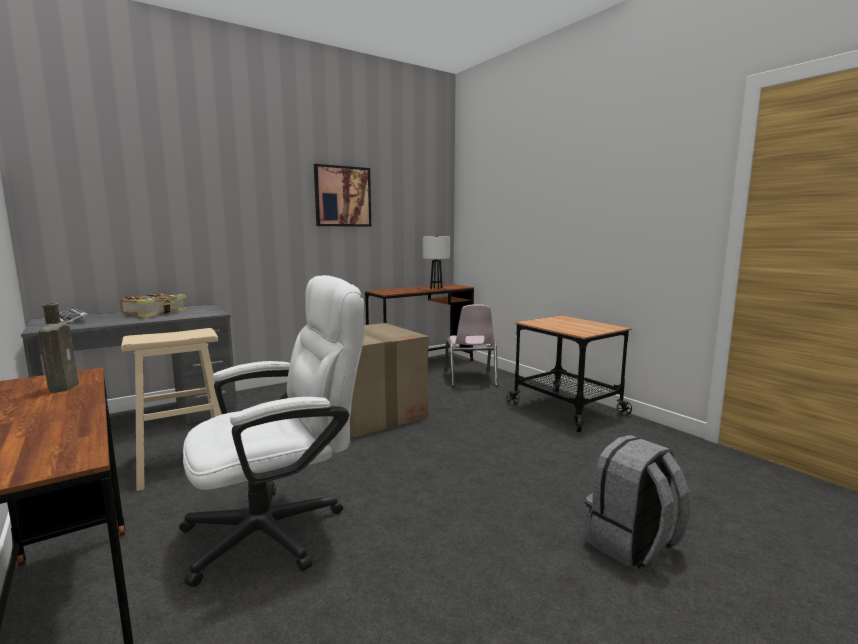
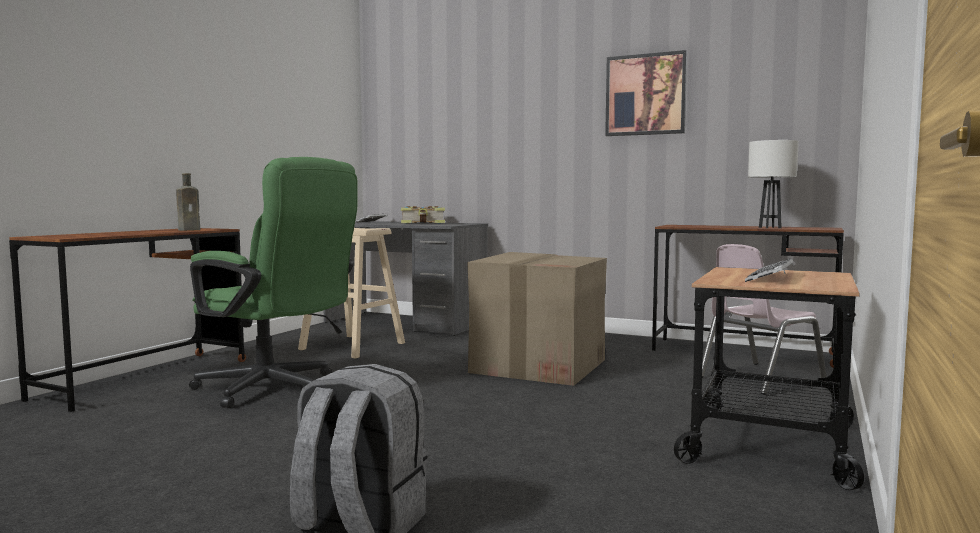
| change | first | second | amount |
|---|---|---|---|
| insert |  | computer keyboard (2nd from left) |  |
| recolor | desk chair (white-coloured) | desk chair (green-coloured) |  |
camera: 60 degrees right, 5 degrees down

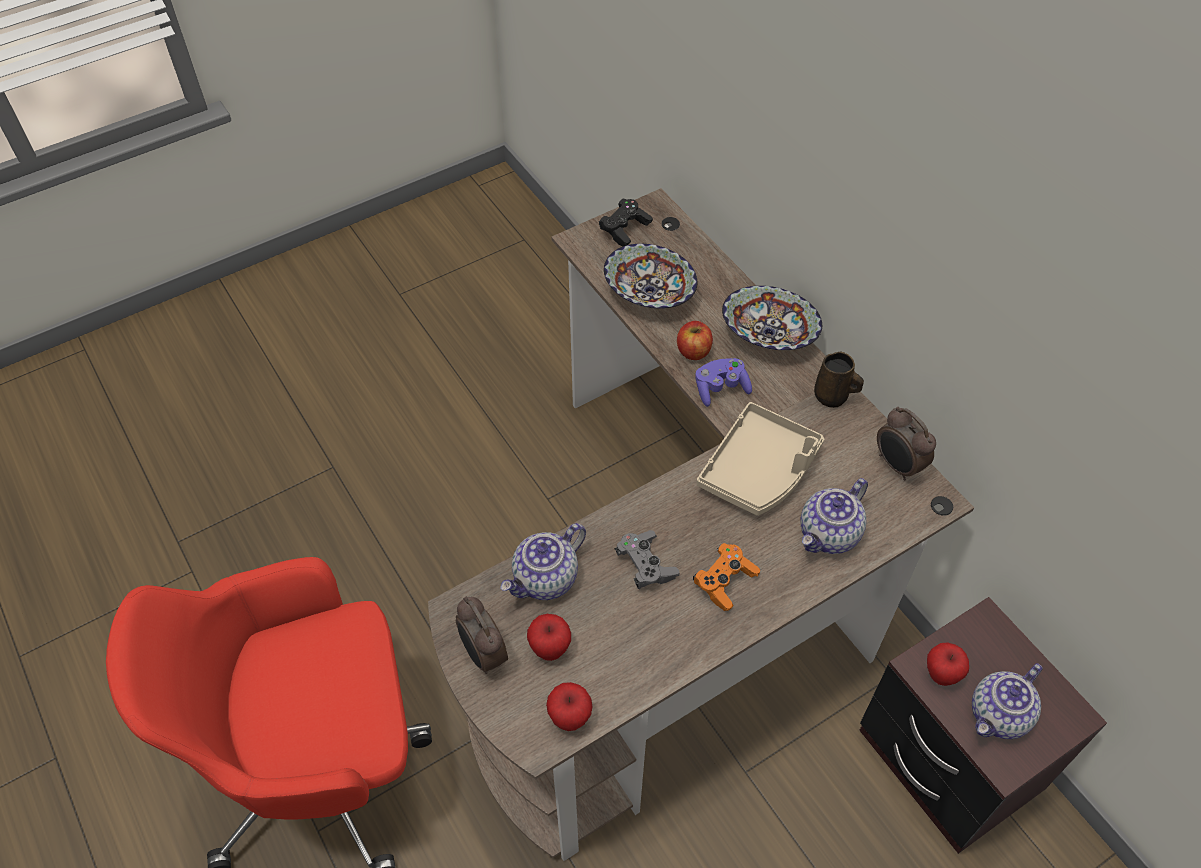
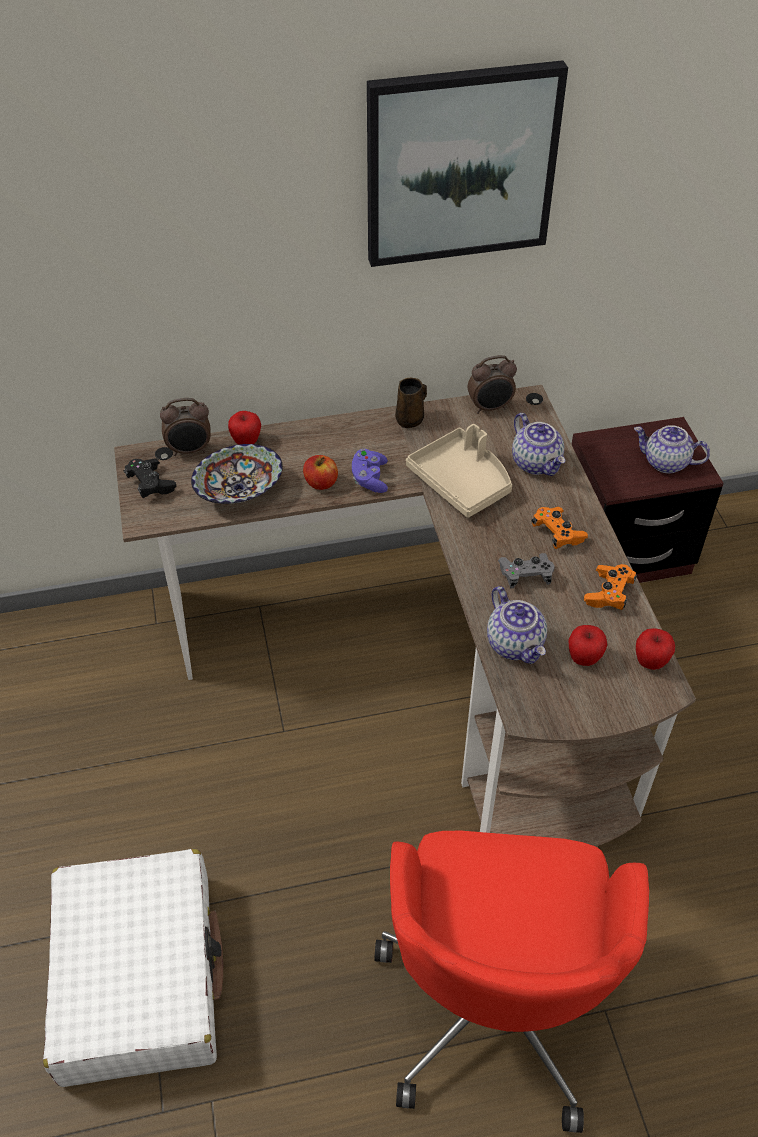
| change | first | second | amount |
|---|---|---|---|
| delete | deep dish (2nd from left) |  |  |
| insert |  | suitcase (white-coloured) |  |
| insert |  | wall picture |  |
| insert |  | joypad (orange-coloured) (2nd from left) |  |
| move | alarm clock (1st from left) |  |  |
| move | apple (4th from left in the first image) | apple (1st from left) |  |
| rotate | tea pot (3rd from left) |  | 135 degrees clockwise |
camera: 70 degrees left, 5 degrees down

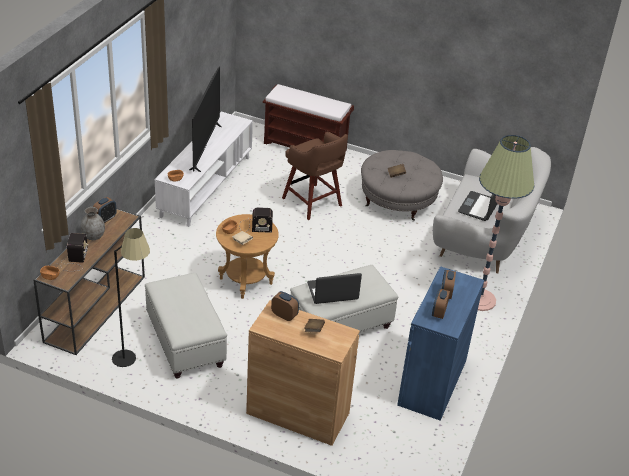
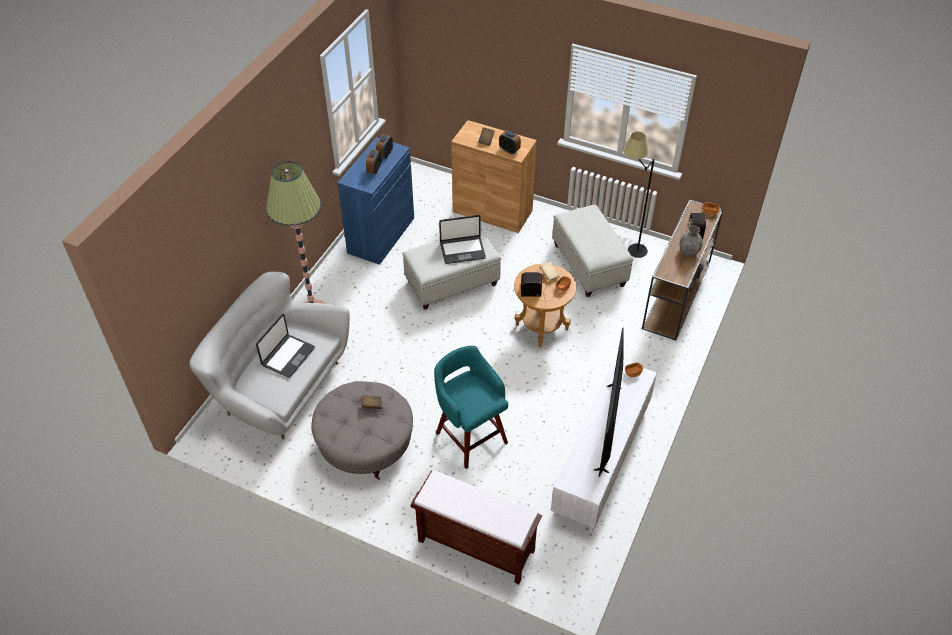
| change | first | second | amount |
|---|---|---|---|
| delete | alarm clock (1st from left) |  |  |
| recolor | stool (brown) | stool (turquoise) |  |
camera: 175 degrees left, 10 degrees up

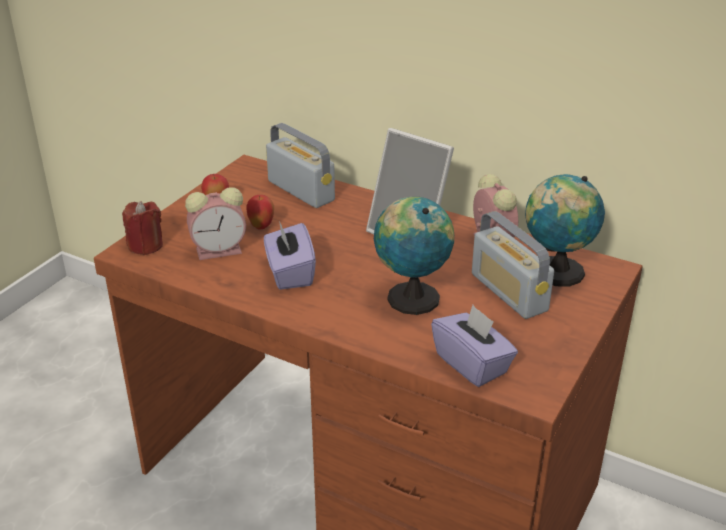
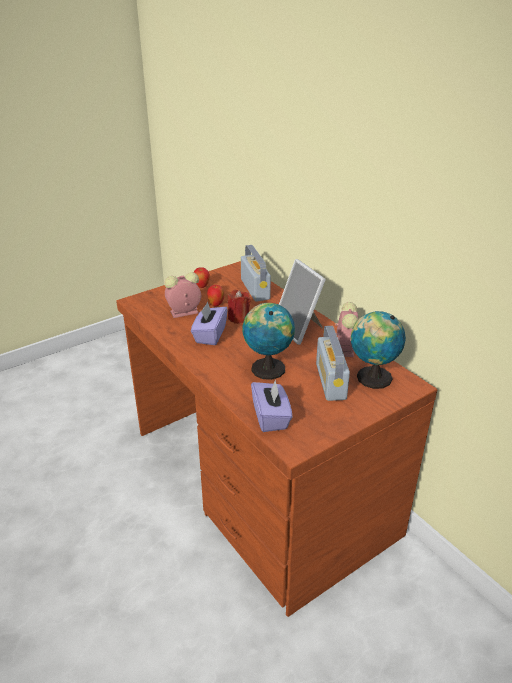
| change | first | second | amount |
|---|---|---|---|
| move | candle (reddish) |  |  |
| rotate | alarm clock (1st from left) |  | 150 degrees clockwise |
camera: 25 degrees right, 0 degrees up

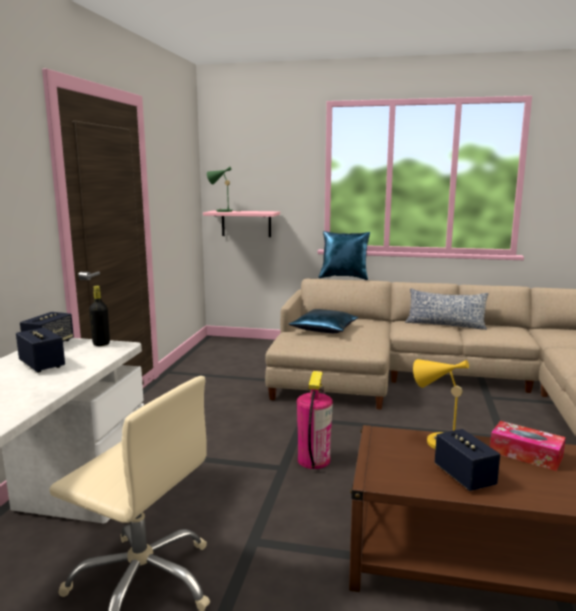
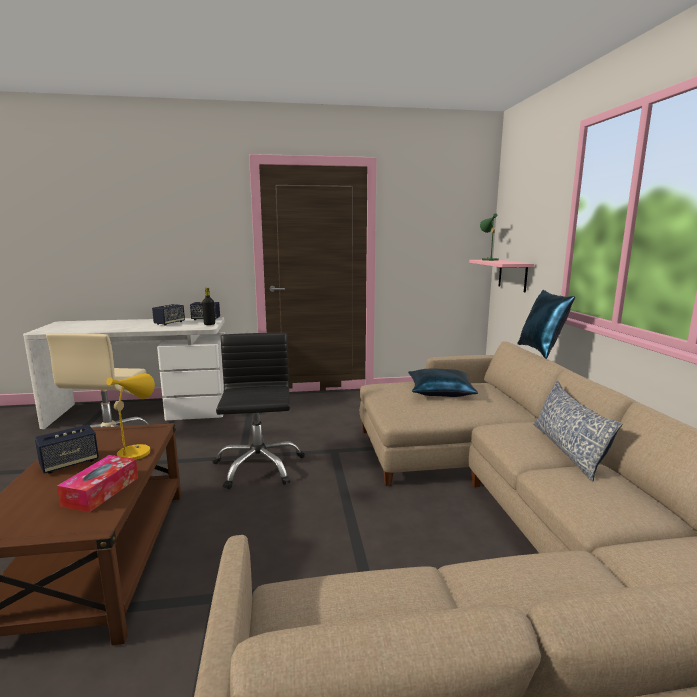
| change | first | second | amount |
|---|---|---|---|
| replace | extinguisher | desk chair (black-coloured) |  |
camera: 70 degrees right, 0 degrees up

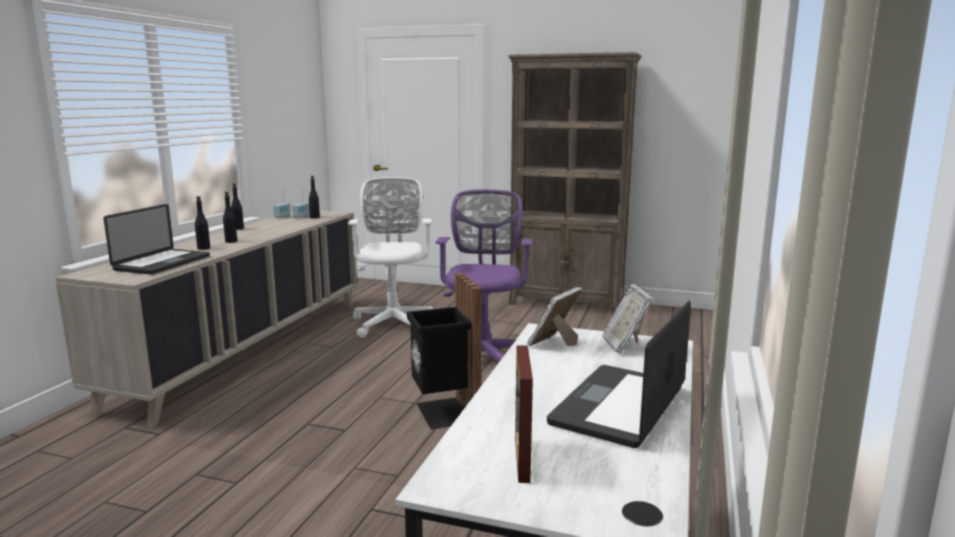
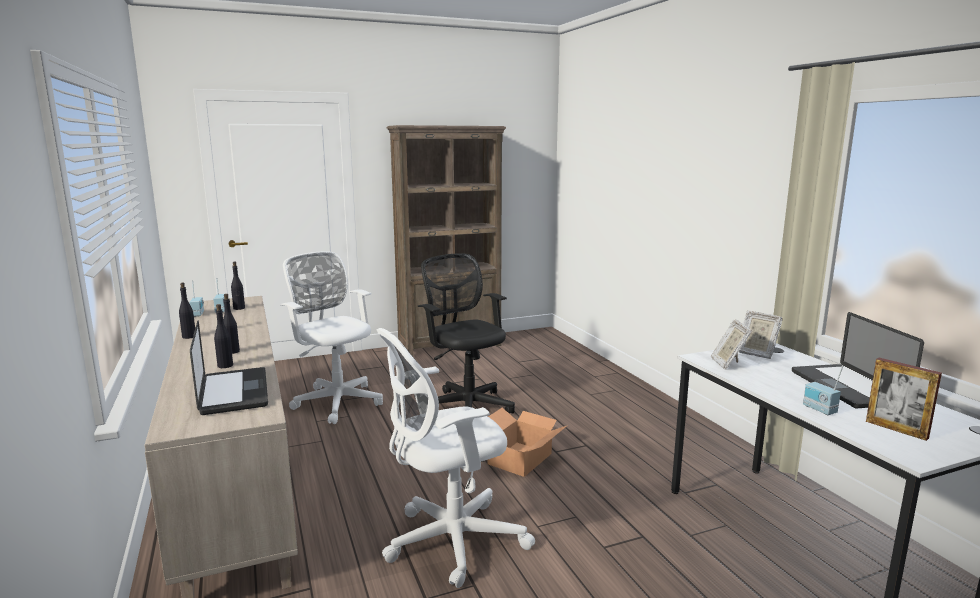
| change | first | second | amount |
|---|---|---|---|
| insert |  | desk chair (white-coloured) (2nd from left) |  |
| insert |  | radio (3rd from left) |  |
| replace | waste bin (black-coloured) | carton |  |
| recolor | desk chair (purplish) | desk chair (black-coloured) |  |
camera: 40 degrees left, 0 degrees up

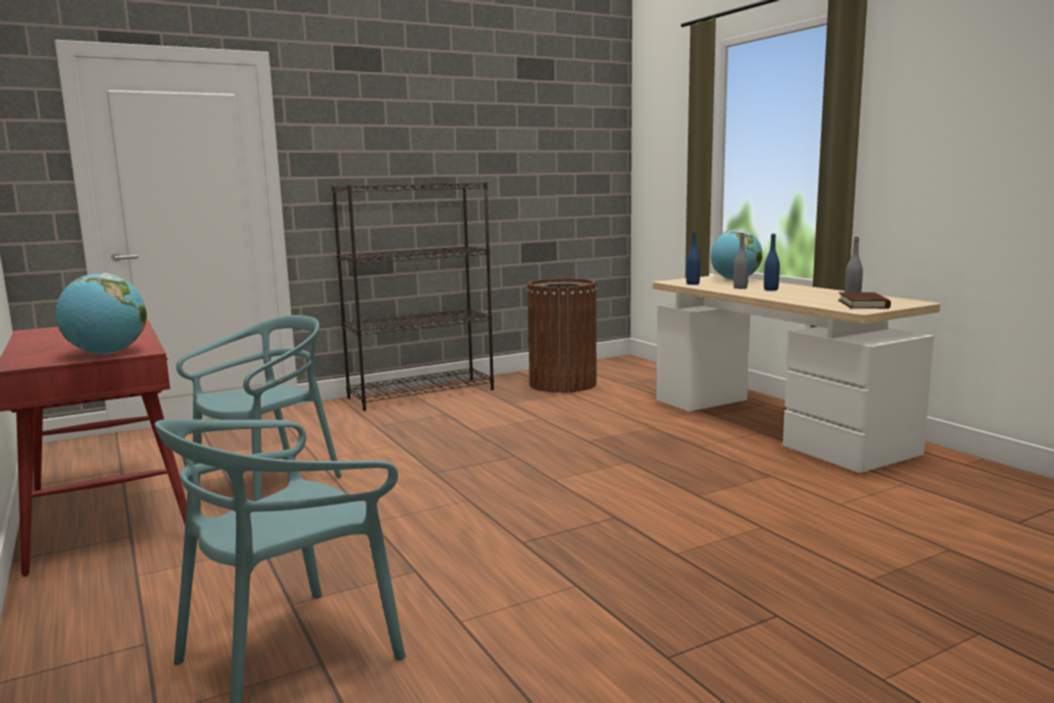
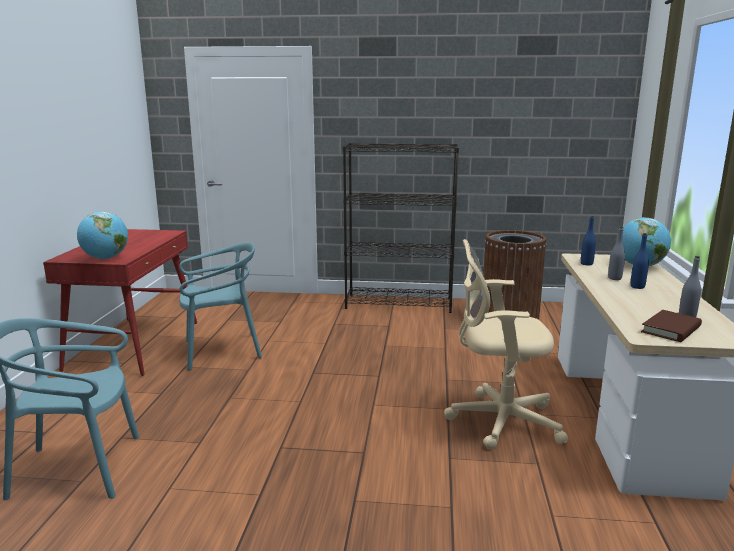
| change | first | second | amount |
|---|---|---|---|
| insert |  | desk chair (beige-coloured) |  |
camera: 35 degrees right, 5 degrees up

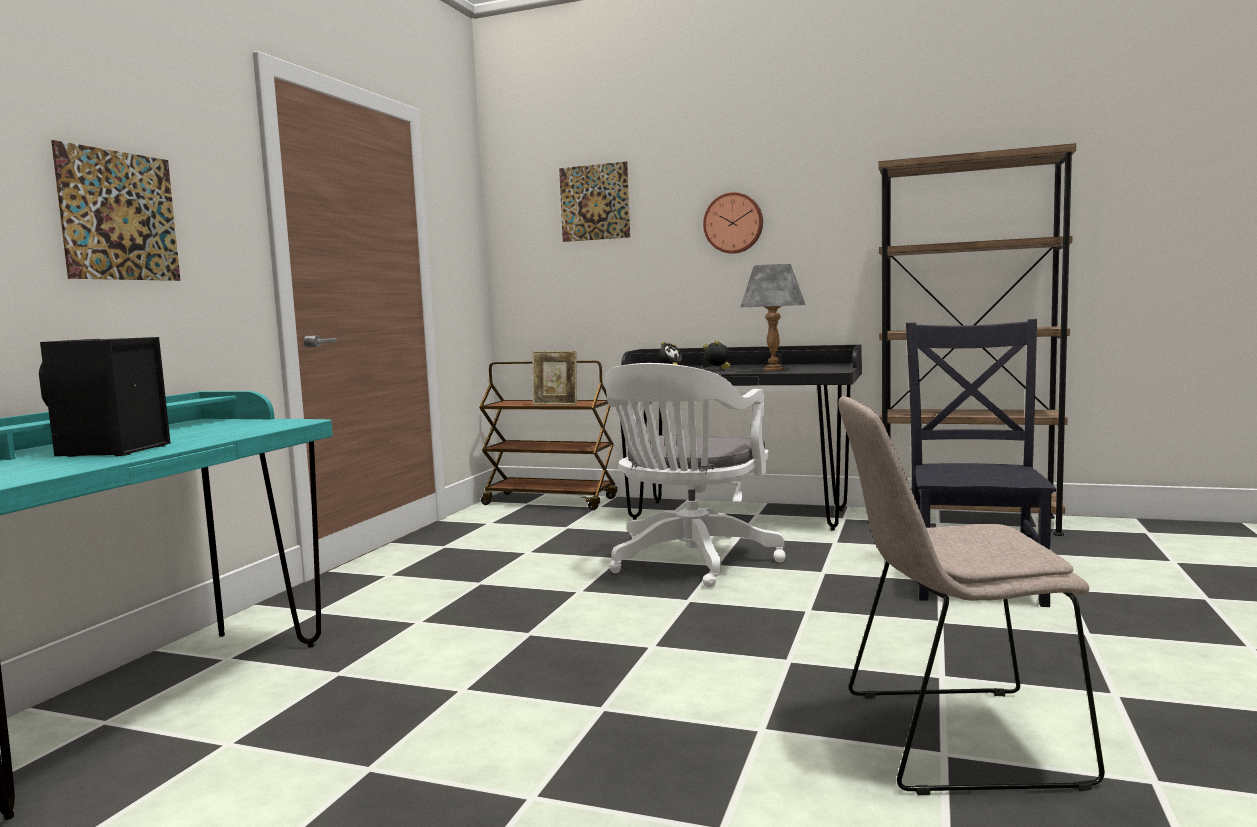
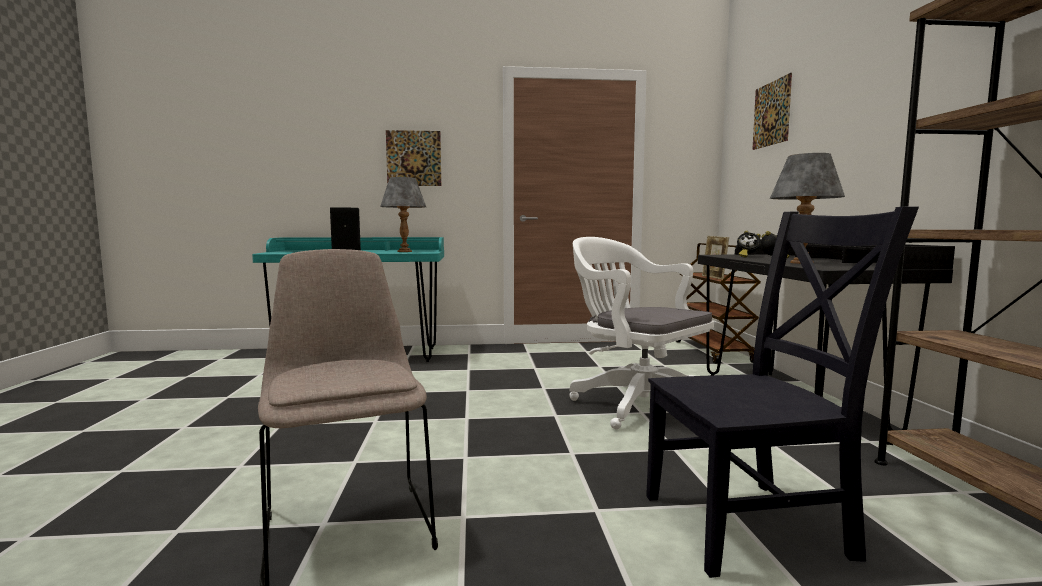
| change | first | second | amount |
|---|---|---|---|
| delete | wall clock |  |  |
| insert |  | table lamp (grey) (1st from left) |  |
| rotate | desk chair (white-coloured) |  | 45 degrees clockwise |
camera: 65 degrees right, 0 degrees up

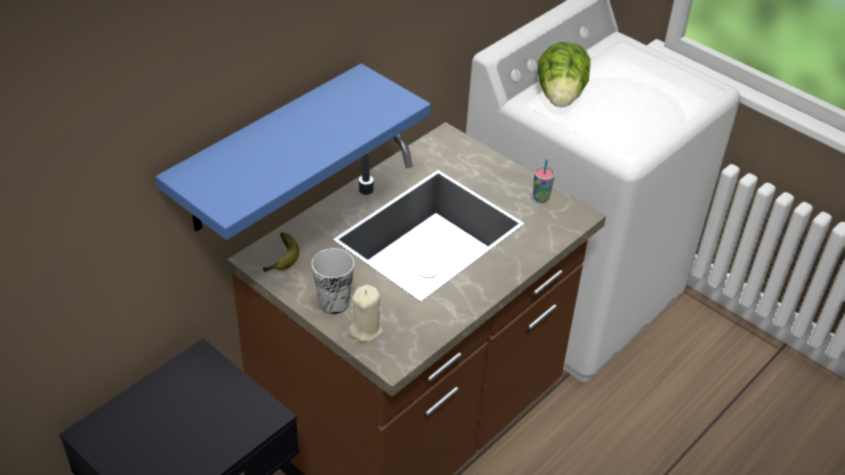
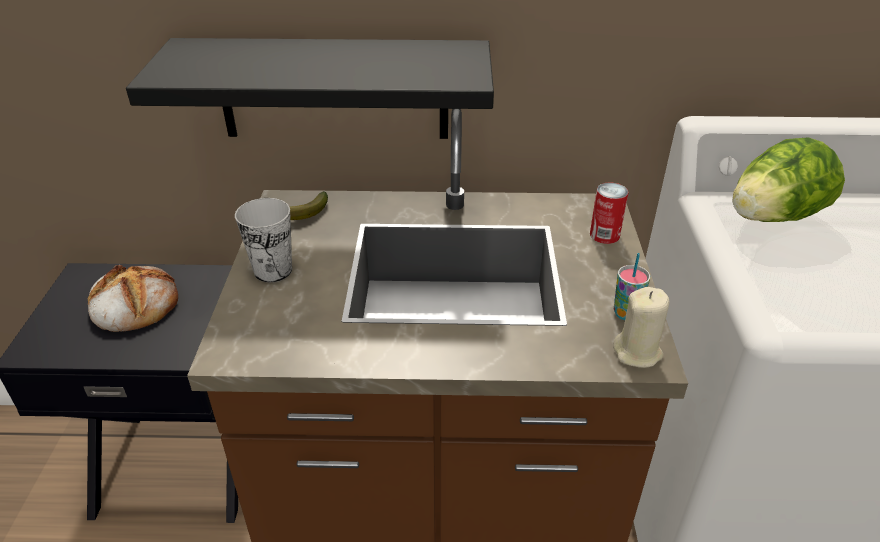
| change | first | second | amount |
|---|---|---|---|
| insert |  | baked bread |  |
| insert |  | metal can |  |
| move | candle (beige-coloured) |  |  |
| recolor | wall shelf (blue-coloured) | wall shelf (black-coloured) |  |
camera: 50 degrees right, 5 degrees down

